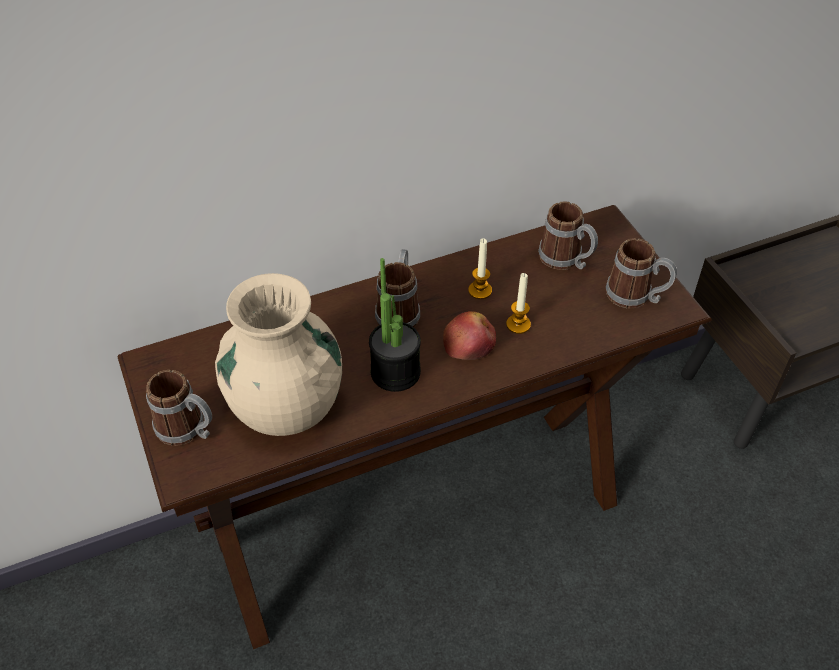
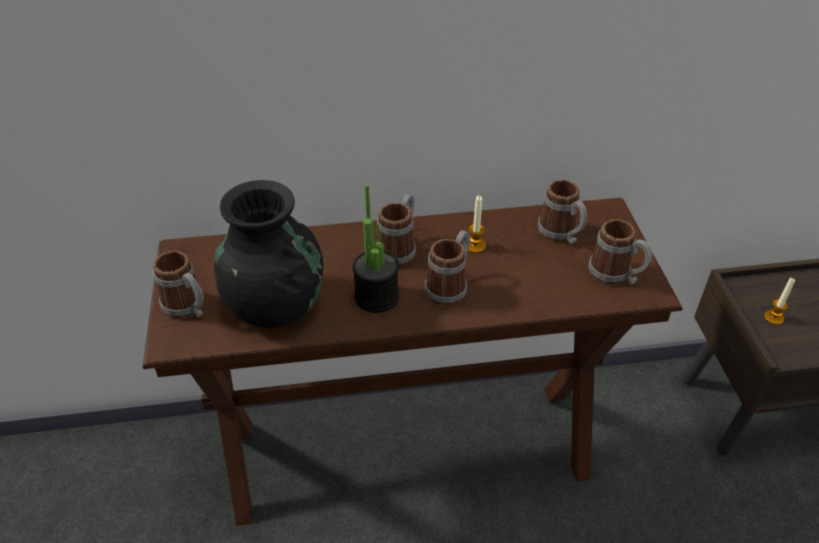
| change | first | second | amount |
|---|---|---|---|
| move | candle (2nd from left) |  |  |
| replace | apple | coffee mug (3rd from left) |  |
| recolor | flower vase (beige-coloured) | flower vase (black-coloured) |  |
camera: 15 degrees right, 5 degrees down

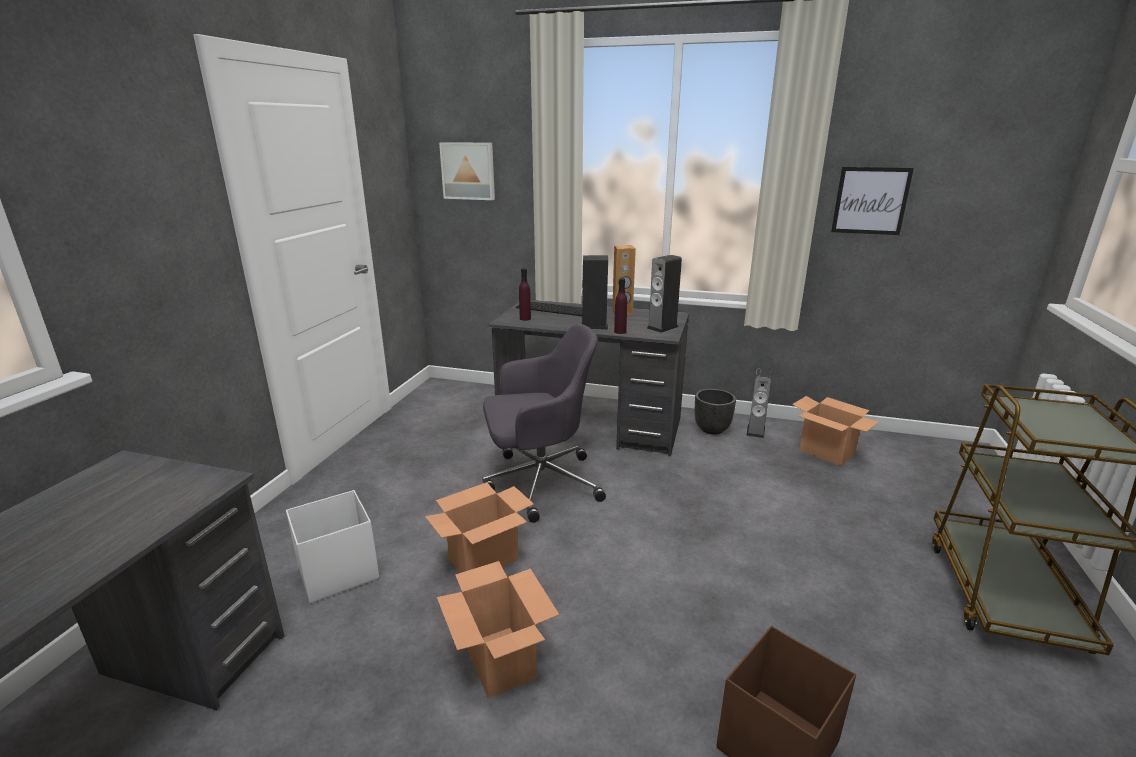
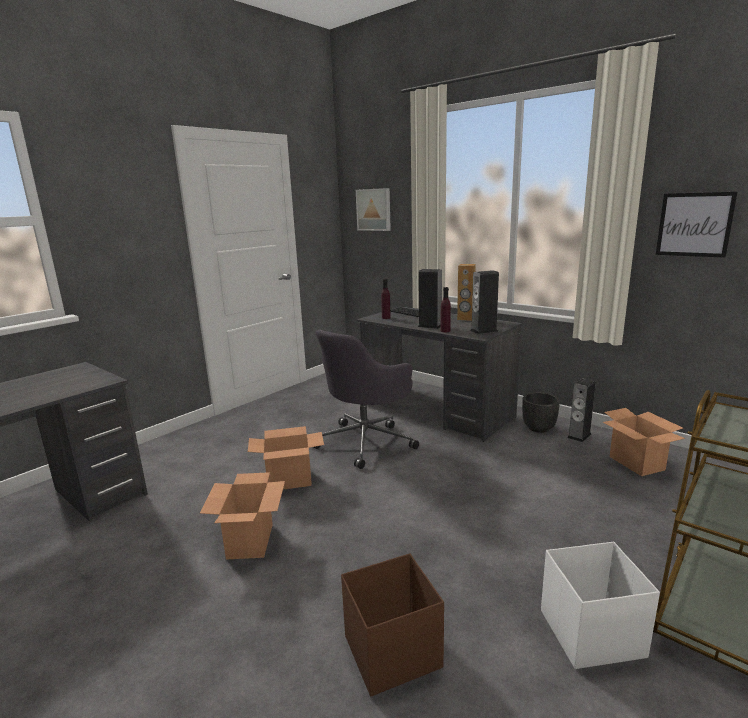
| change | first | second | amount |
|---|---|---|---|
| move | storage bin (white-coloured) |  |  |
| rotate | desk chair (grey) |  | 120 degrees clockwise |
camera: 25 degrees right, 5 degrees down

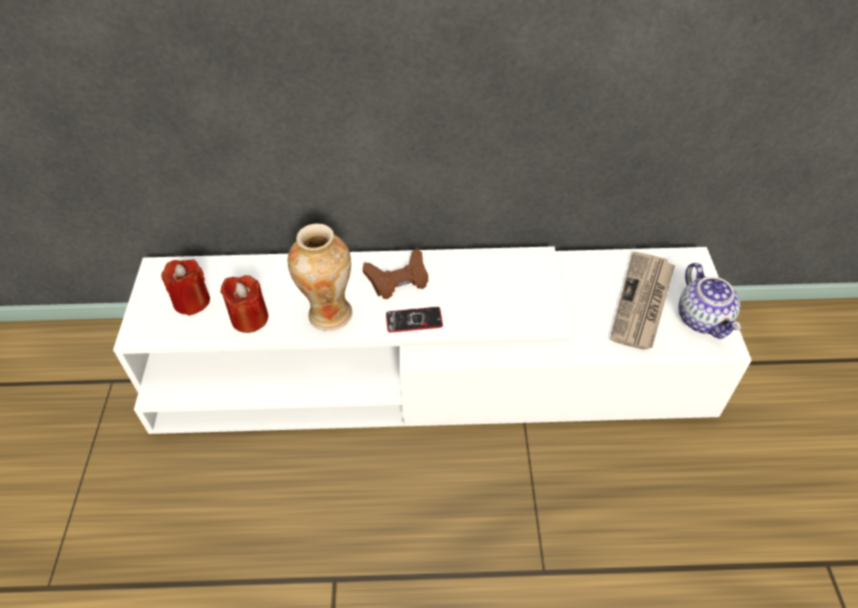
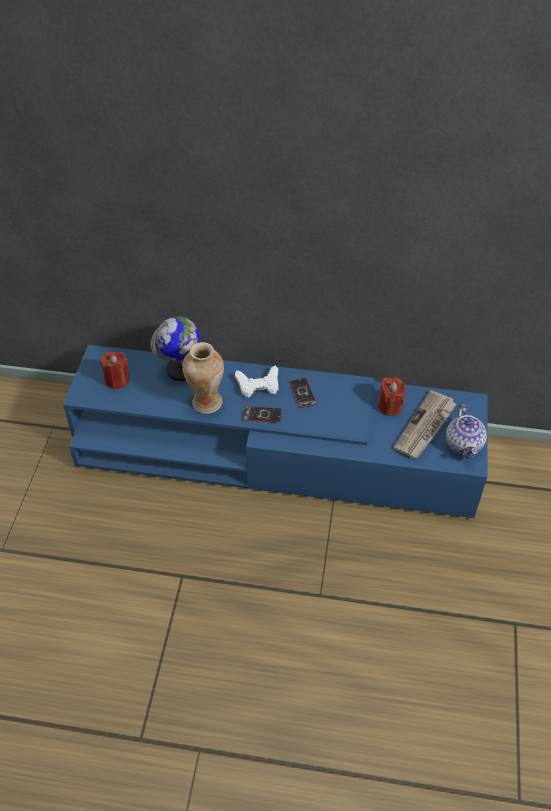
| change | first | second | amount |
|---|---|---|---|
| insert |  | world globe |  |
| insert |  | telephone (2nd from left) |  |
| move | candle (reddish) (2nd from left) |  |  |
| recolor | media console (white-coloured) | media console (blue-coloured) |  |
| recolor | joypad (brown) | joypad (white-coloured) |  |
camera: 10 degrees right, 0 degrees up

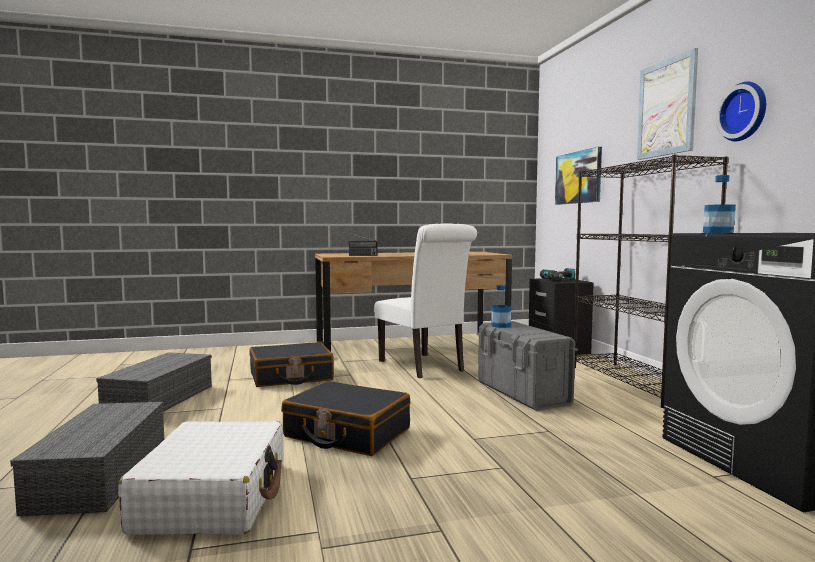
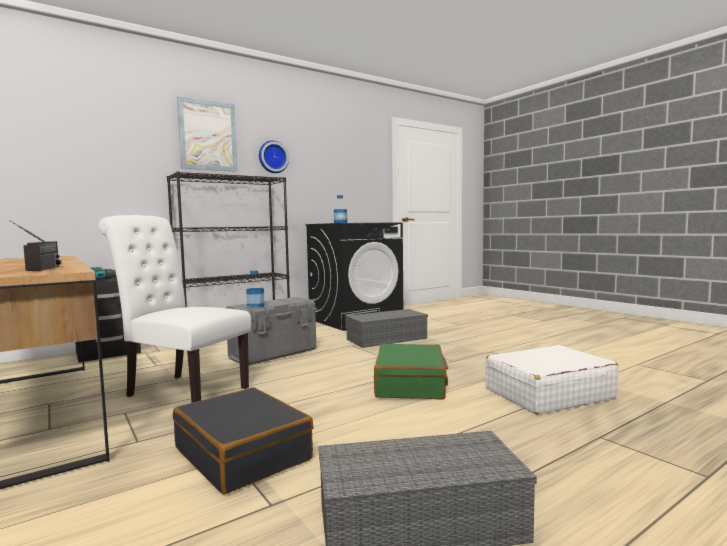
| change | first | second | amount |
|---|---|---|---|
| delete | wall picture (1st from left) |  |  |
| move | storage bin (grey) (1st from left in the first image) | storage bin (grey) (2nd from left) |  |
| recolor | suitcase (black-coloured) (2nd from left) | suitcase (green-coloured) |  |
| rotate | plain chair (white-coloured) |  | 105 degrees counterclockwise |
camera: 110 degrees left, 0 degrees up

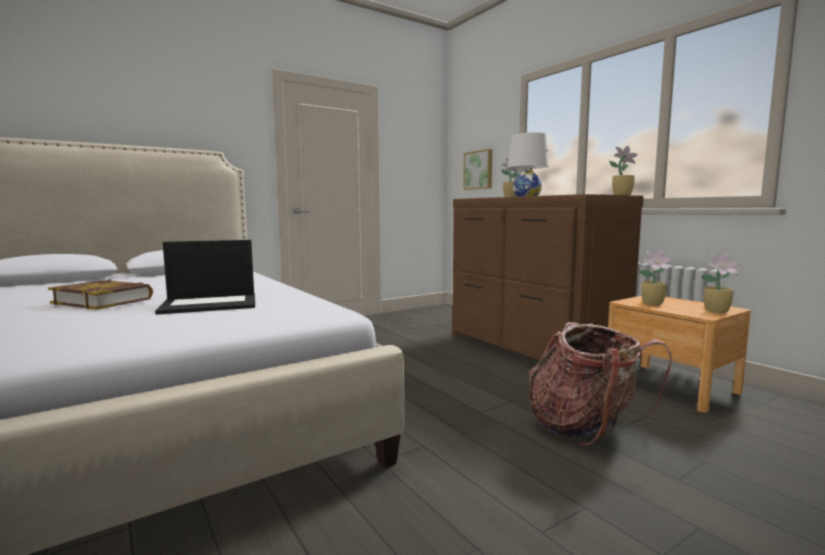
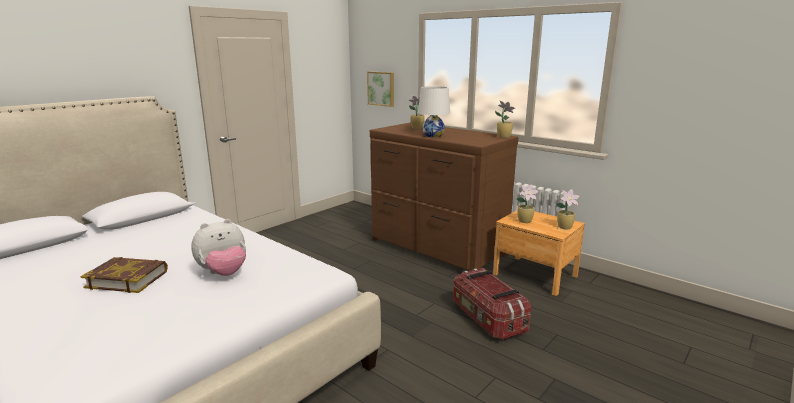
| change | first | second | amount |
|---|---|---|---|
| replace | notebook computer | plush toy |  |
| replace | rucksack | storage bin |  |
camera: 15 degrees left, 10 degrees up

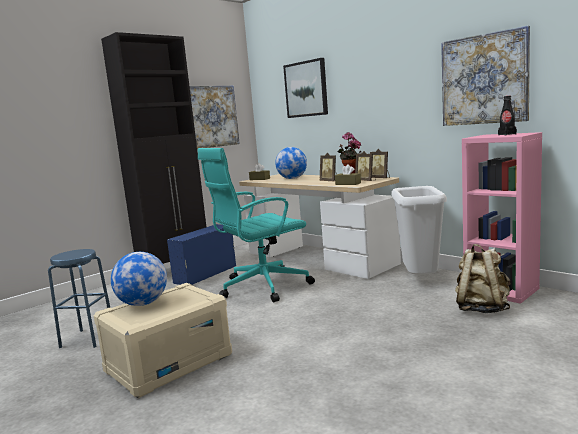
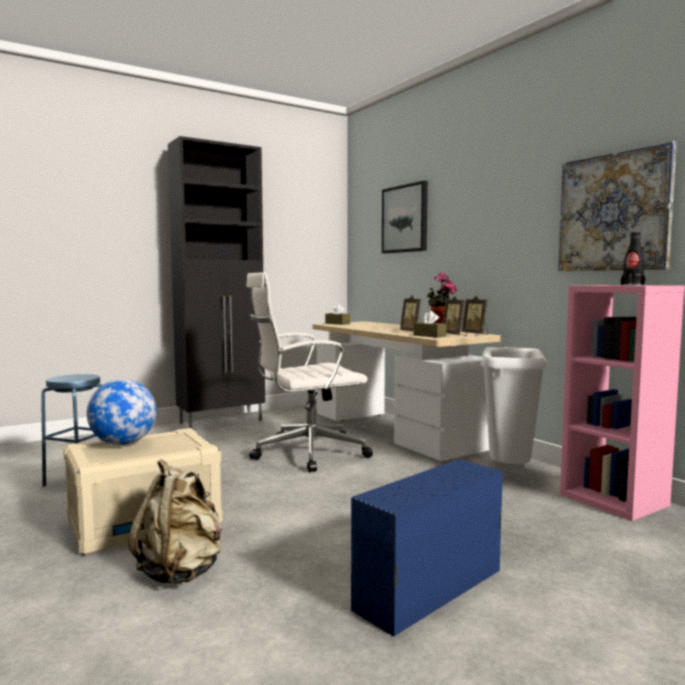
| change | first | second | amount |
|---|---|---|---|
| delete | wall picture (1st from left) |  |  |
| delete | world globe (2nd from left) |  |  |
| move | storage bin (blue-coloured) |  |  |
| move | rucksack (beige-coloured) |  |  |
| recolor | desk chair (turquoise) | desk chair (white-coloured) |  |
camera: 10 degrees right, 5 degrees down

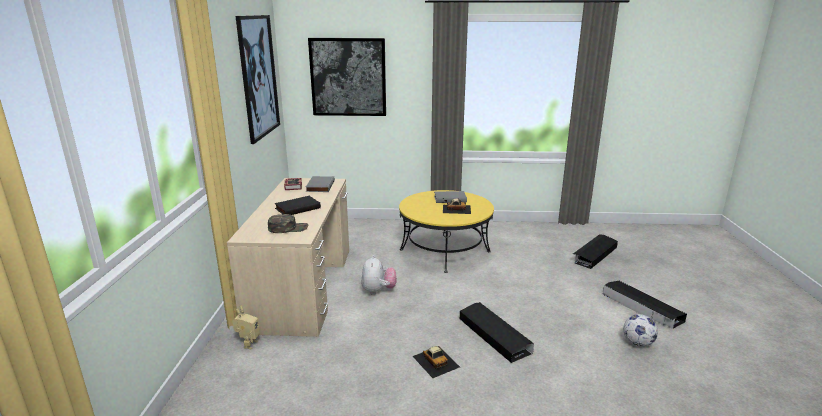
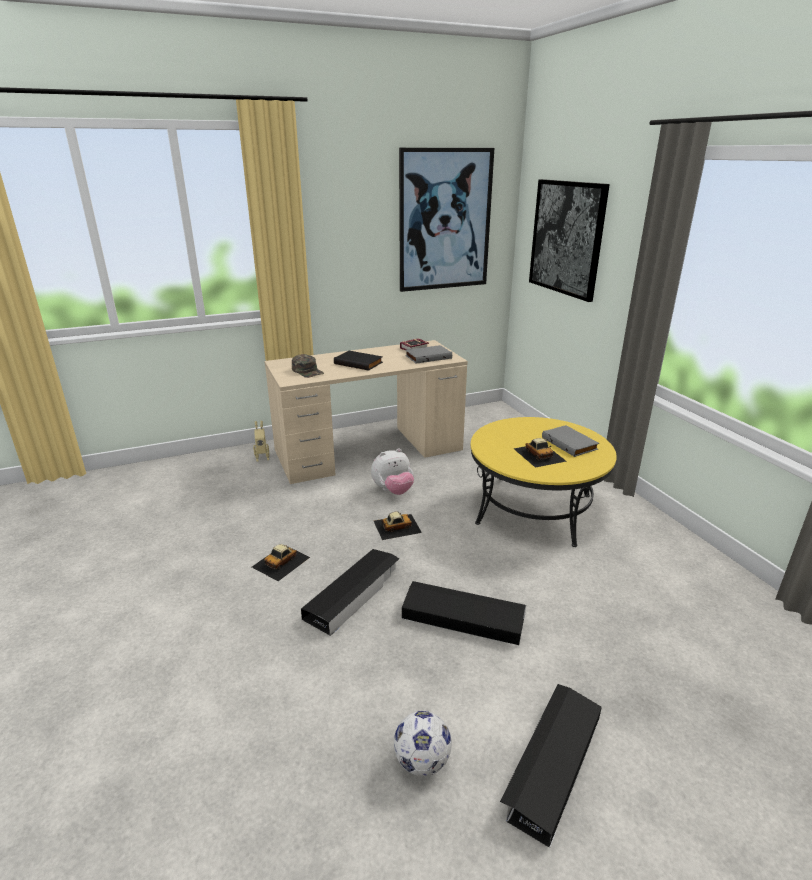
| change | first | second | amount |
|---|---|---|---|
| insert |  | miniature car (2nd from left) |  |
| move | storage bin (black-coloured) (2nd from left) |  |  |
camera: 65 degrees right, 5 degrees up

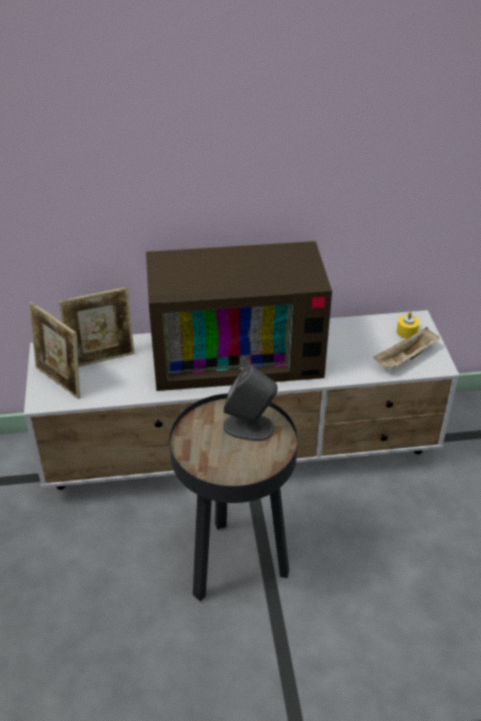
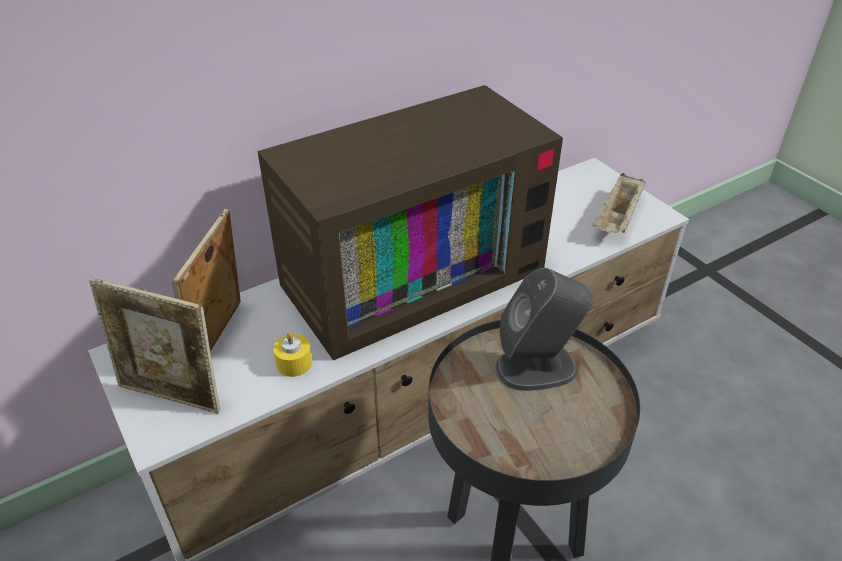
| change | first | second | amount |
|---|---|---|---|
| move | candle (yellow-coloured) |  |  |
| rotate | photo frame (2nd from left) |  | 150 degrees clockwise |
camera: 25 degrees left, 0 degrees up

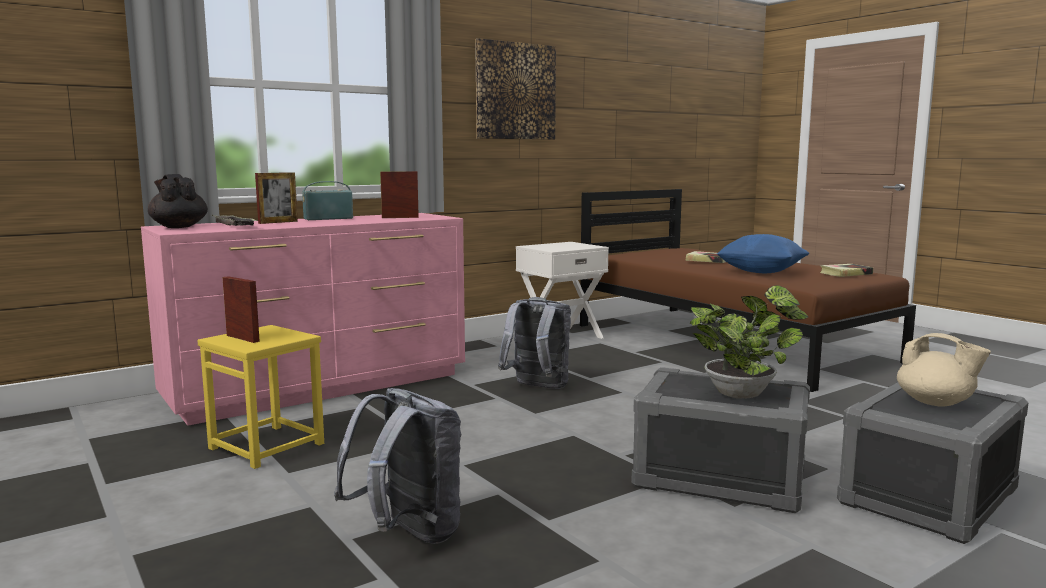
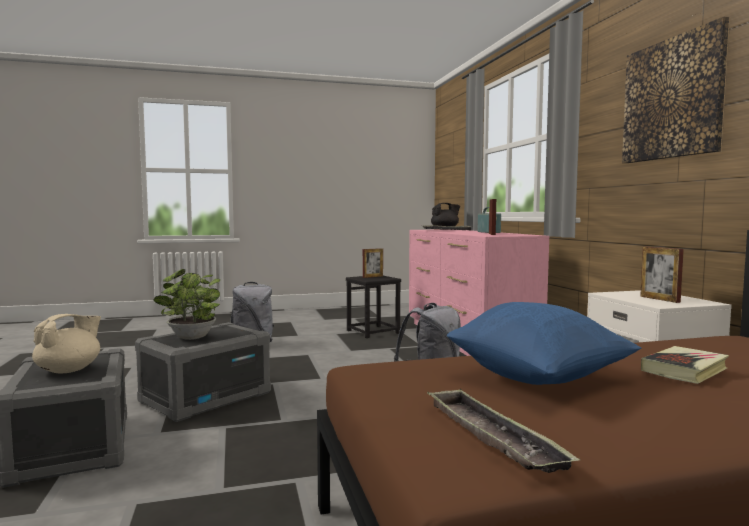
| change | first | second | amount |
|---|---|---|---|
| move | photo frame (2nd from left in the first image) | photo frame (3rd from left) |  |
| replace | bound book (2nd from left) | tray (2nd from left) |  |
| recolor | stool (yellow-coloured) | stool (black-coloured) |  |
| rotate | tea pot (beige-coloured) |  | 150 degrees clockwise |
camera: 110 degrees right, 5 degrees down

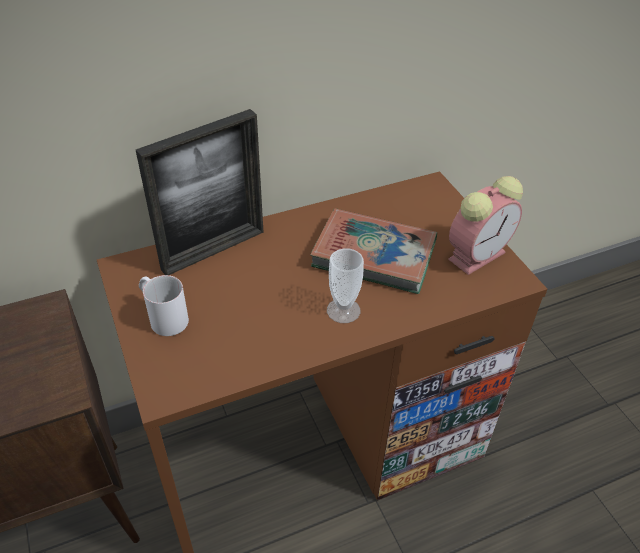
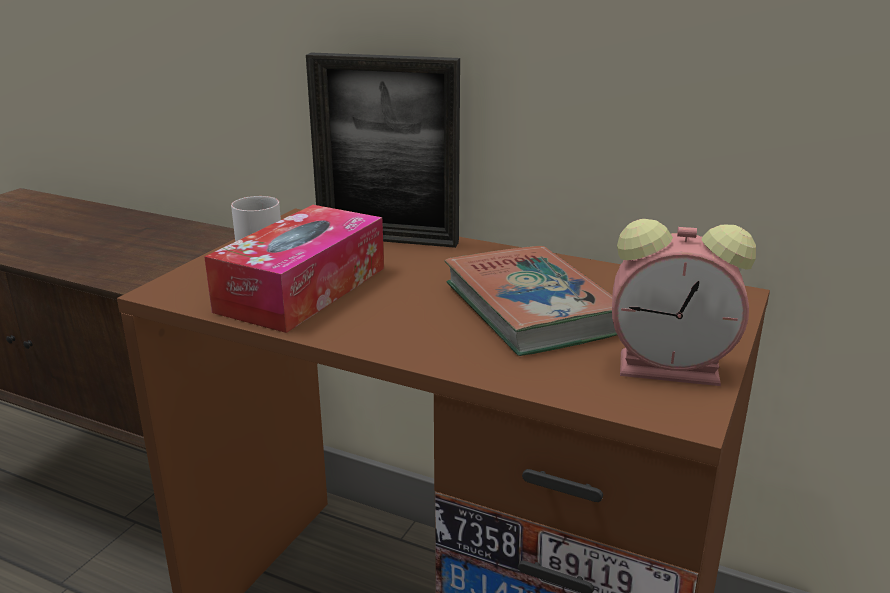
| change | first | second | amount |
|---|---|---|---|
| delete | small cup |  |  |
| insert |  | box of tissues |  |
camera: 50 degrees right, 20 degrees down

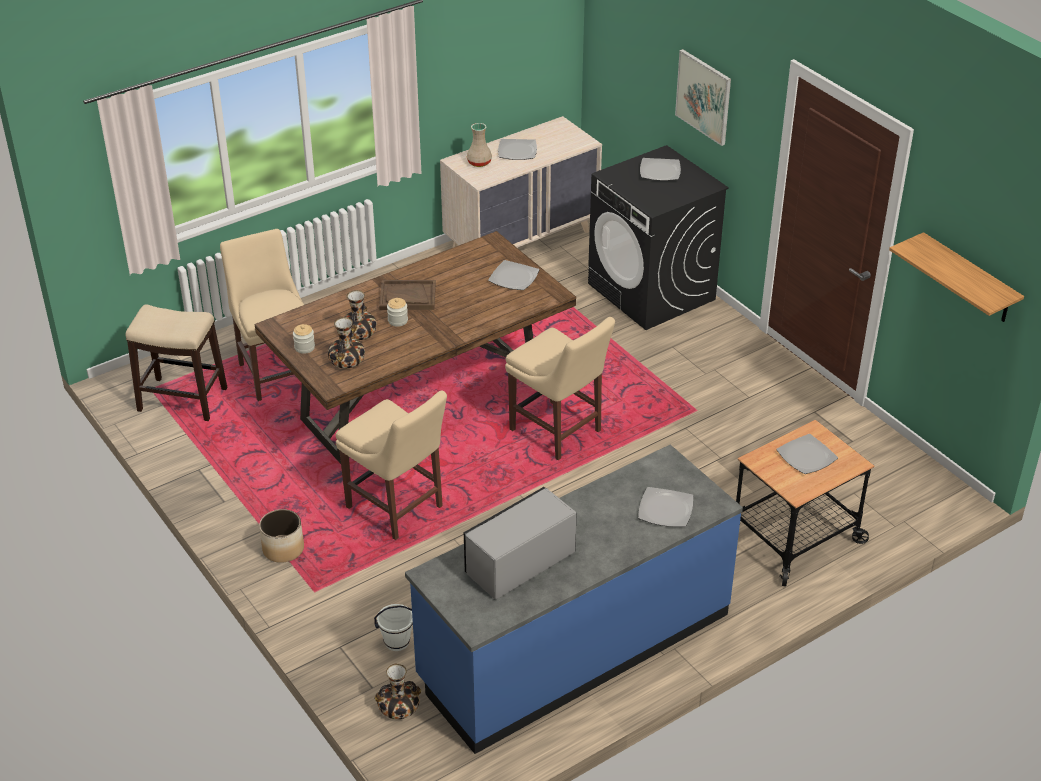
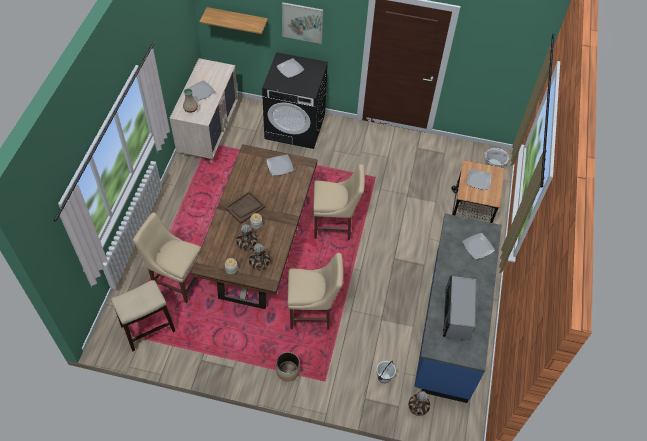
| change | first | second | amount |
|---|---|---|---|
| insert |  | storage basket |  |
| move | wall shelf |  |  |
camera: 45 degrees left, 15 degrees up

